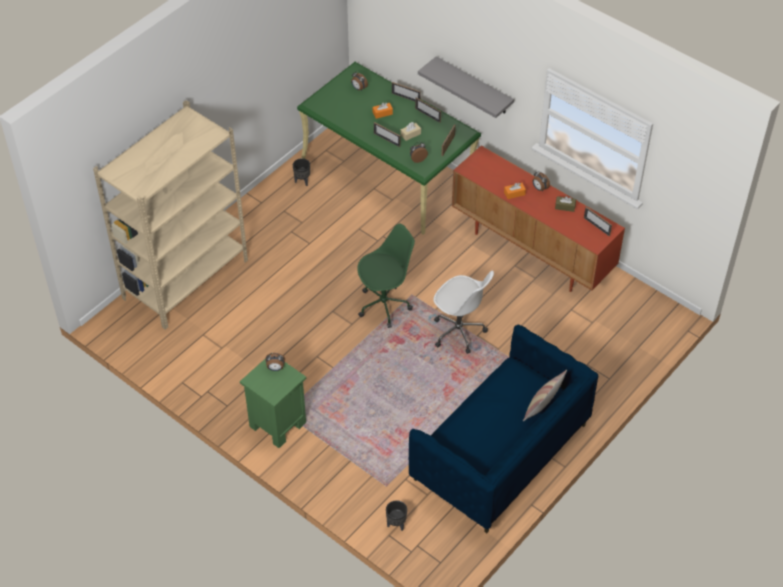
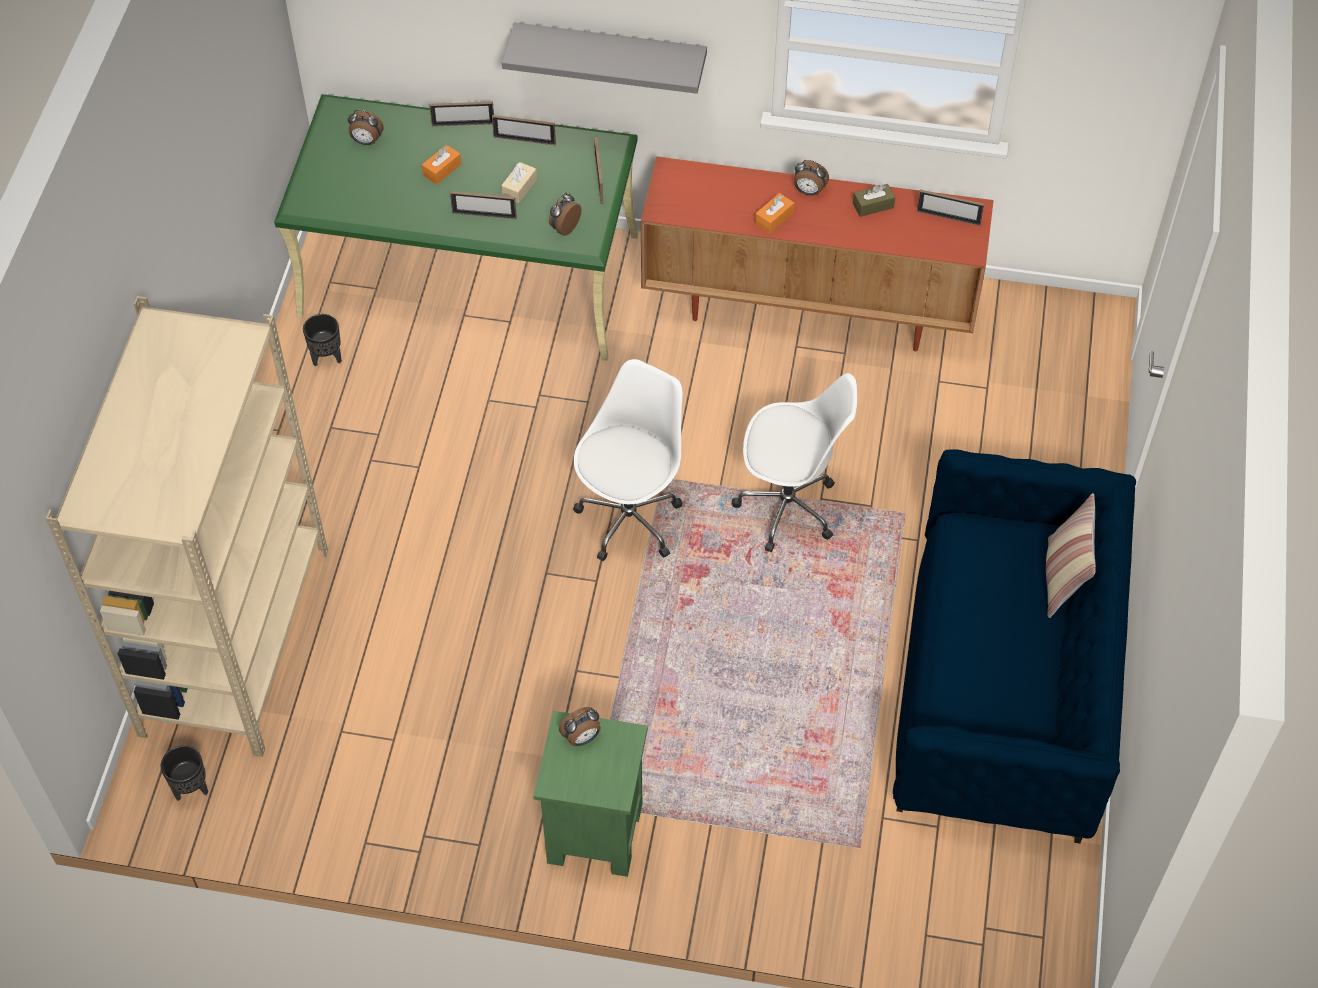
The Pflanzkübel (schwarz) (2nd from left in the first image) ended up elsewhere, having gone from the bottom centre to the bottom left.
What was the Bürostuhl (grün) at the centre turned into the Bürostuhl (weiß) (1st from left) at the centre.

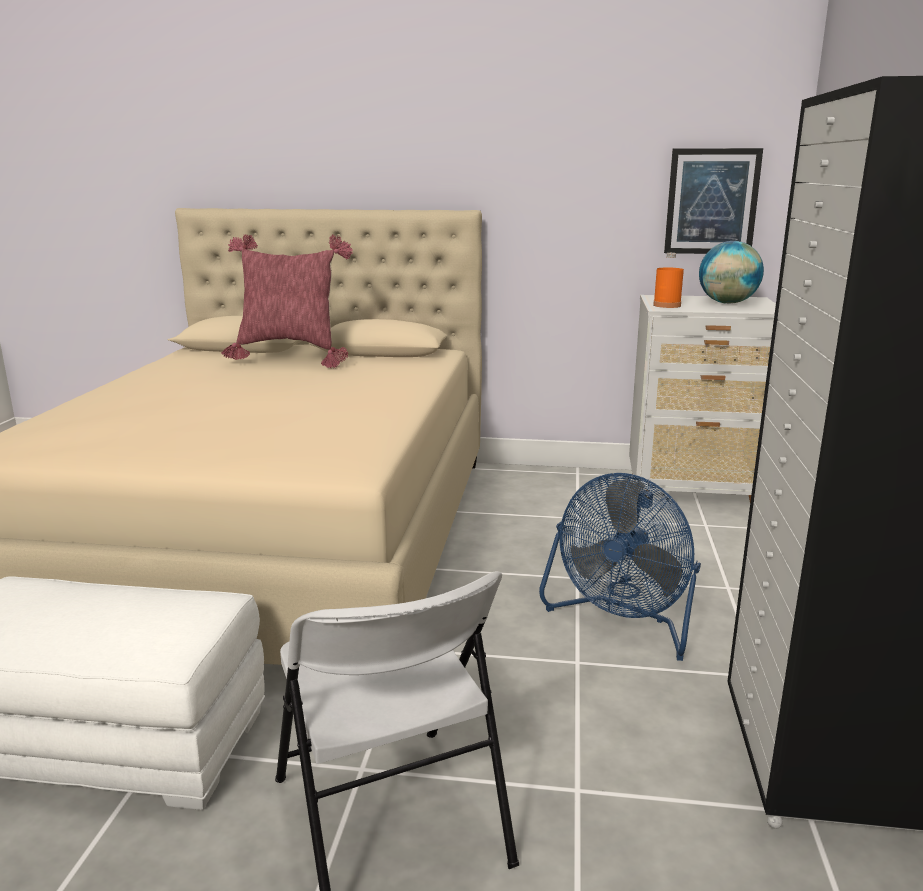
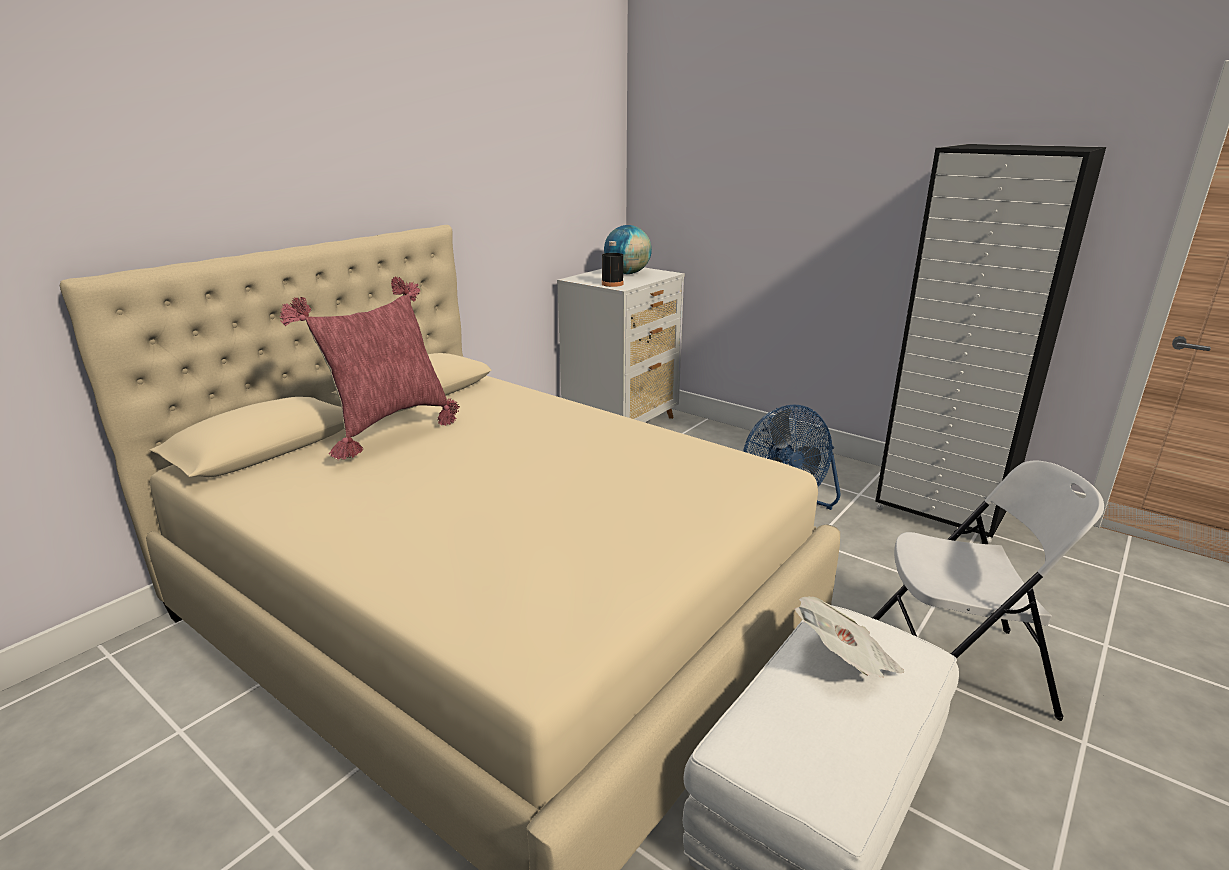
The second view lost the Bild at the top right.
The second view gained the Zeitung at the bottom right.
What was the Flasche (orange) at the top right turned into the Flasche (schwarz) at the top centre.

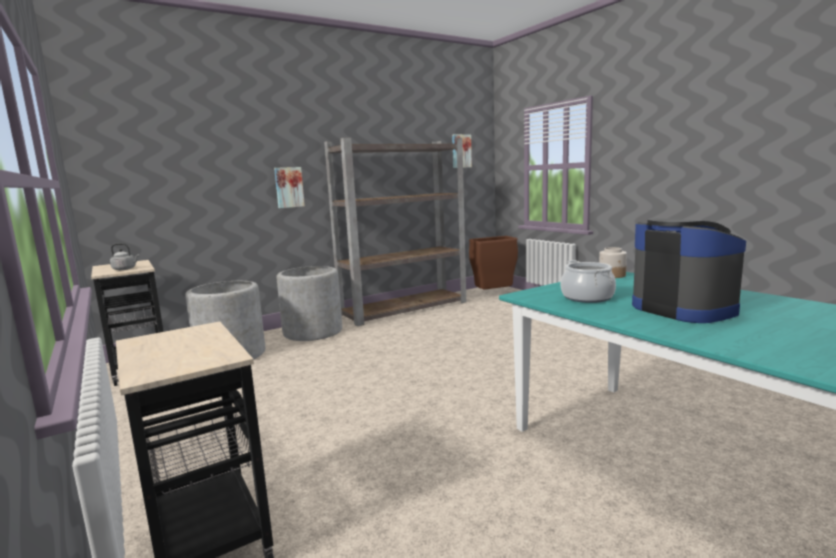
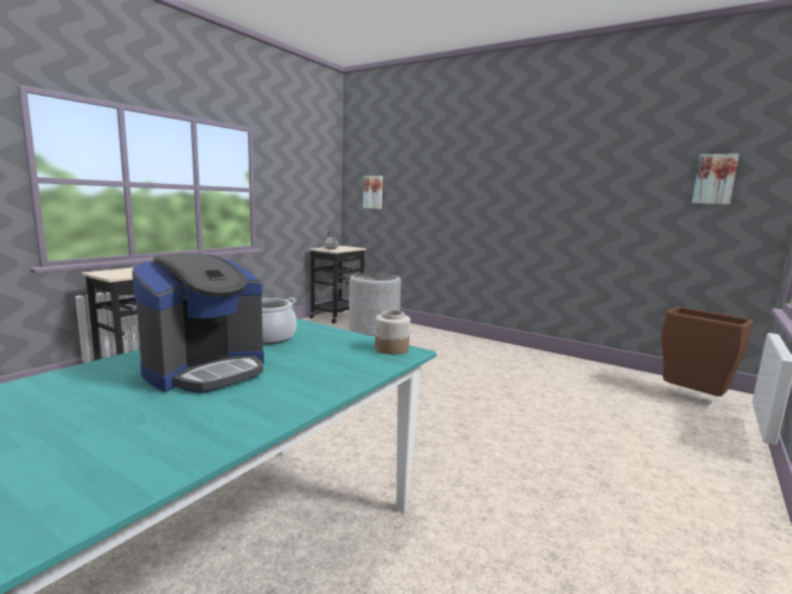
The second view lost the Pflanzkübel (grau) (2nd from left) at the centre.
The second view lost the Bücherregal (braun) at the centre.
The Bild (1st from left) ended up elsewhere, having gone from the centre to the top centre.

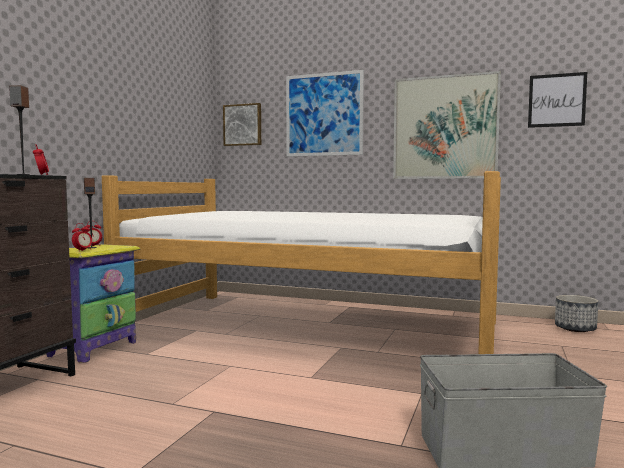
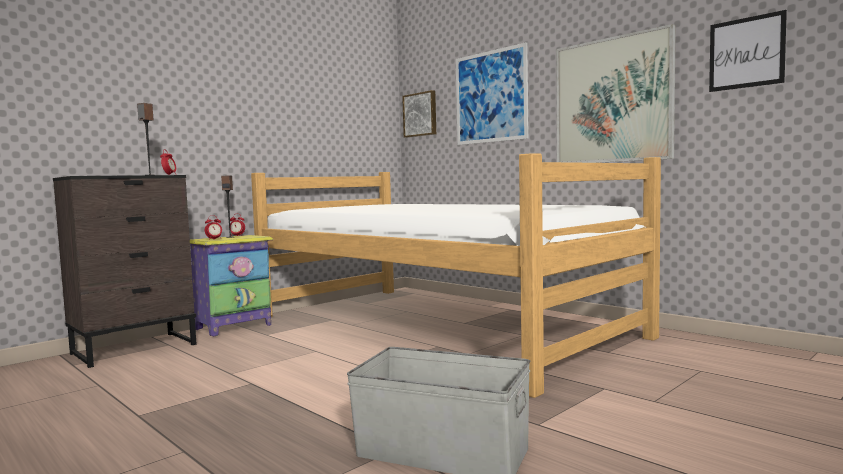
The second view lost the Pflanzkübel at the bottom right.

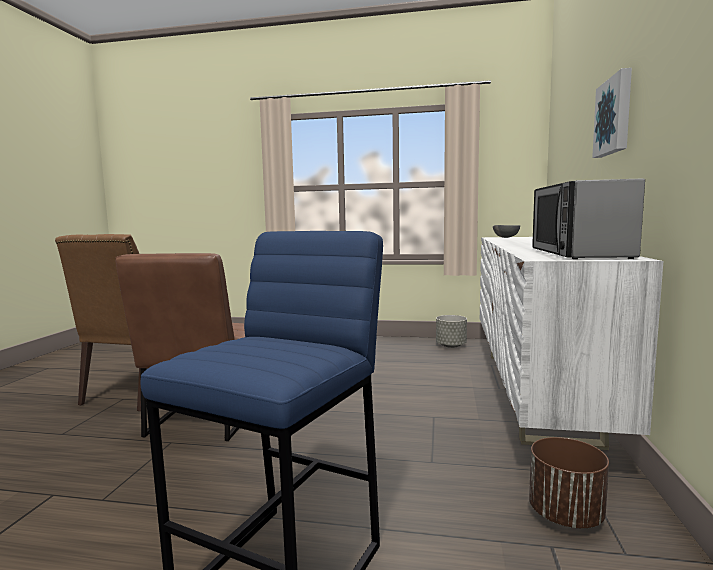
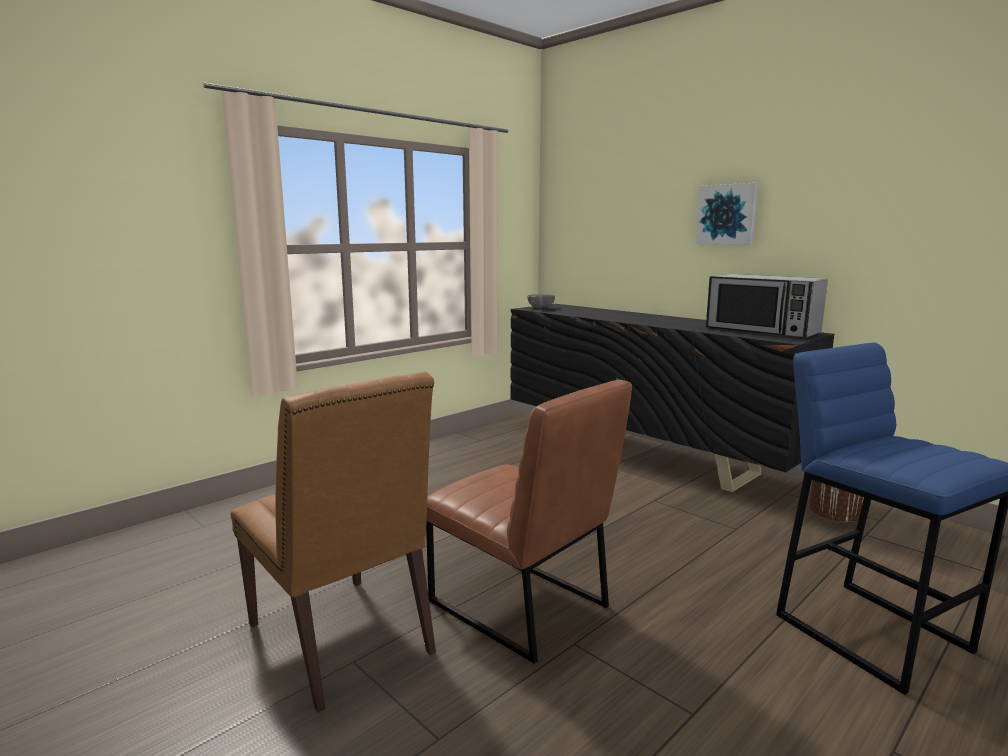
The second view lost the Pflanzkübel (grau) at the centre.
What was the Schrank (weiß) at the middle right turned into the Schrank (schwarz) at the middle right.

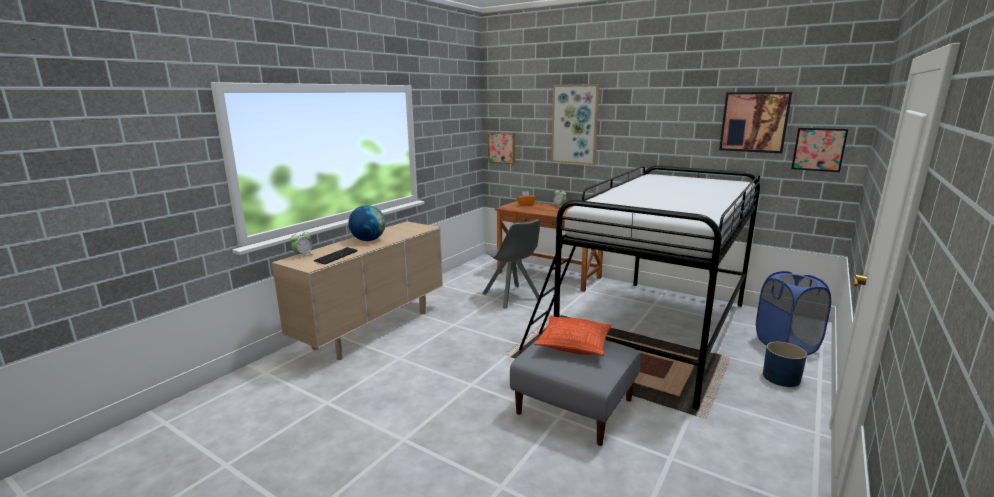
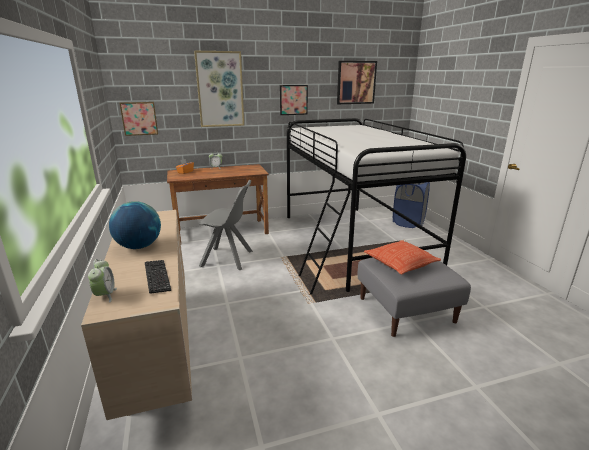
The second view lost the Pflanzkübel (blau) at the bottom right.
The Bild (4th from left in the first image) ended up elsewhere, having gone from the top right to the top centre.

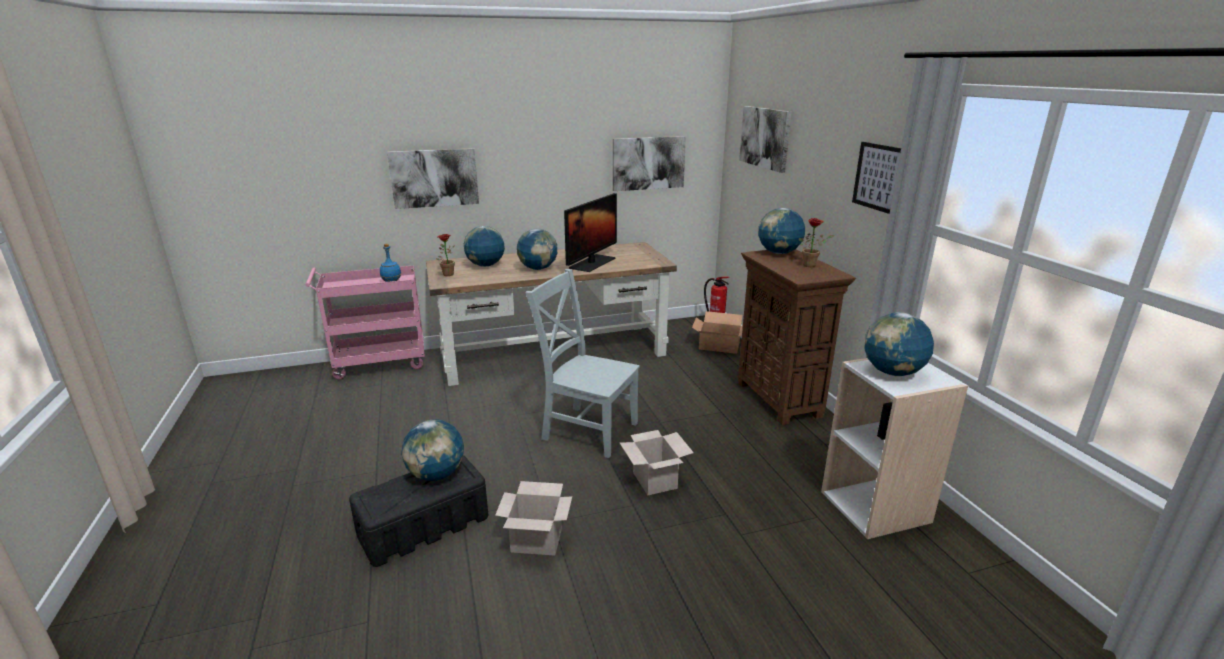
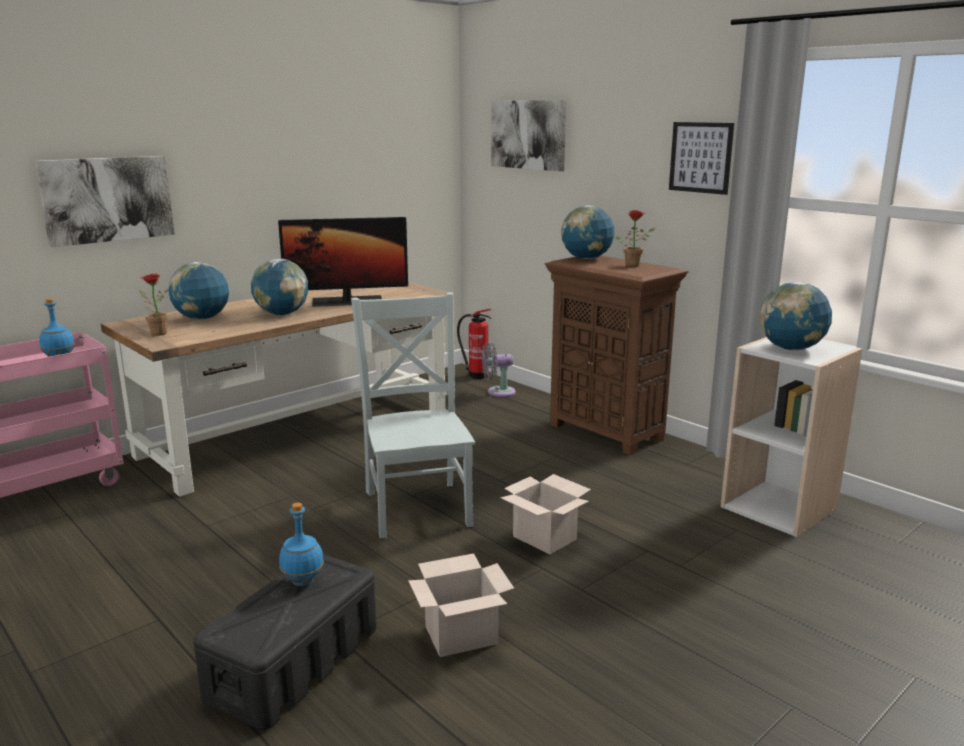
The second view lost the Bild (2nd from left) at the top centre.
Where the Globus (1st from left) stood at the bottom centre, the Flasche (blau) (2nd from left) came to stand at the bottom left.
Where the Karton (3rd from left) stood at the centre, the Ventilator (grau) came to stand at the centre.
The Stuhl (grau) at the centre ended up facing another way, 75 degrees clockwise from before.
The Monitor at the centre ended up facing another way, 75 degrees clockwise from before.

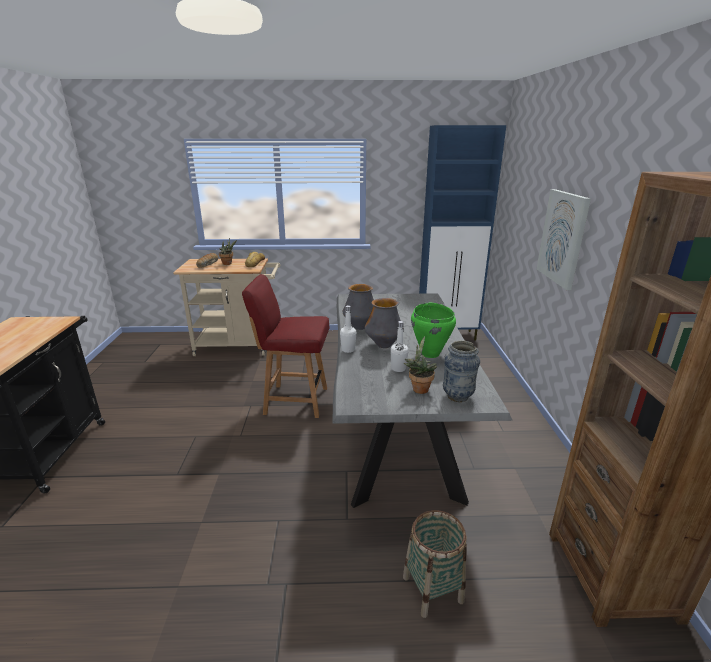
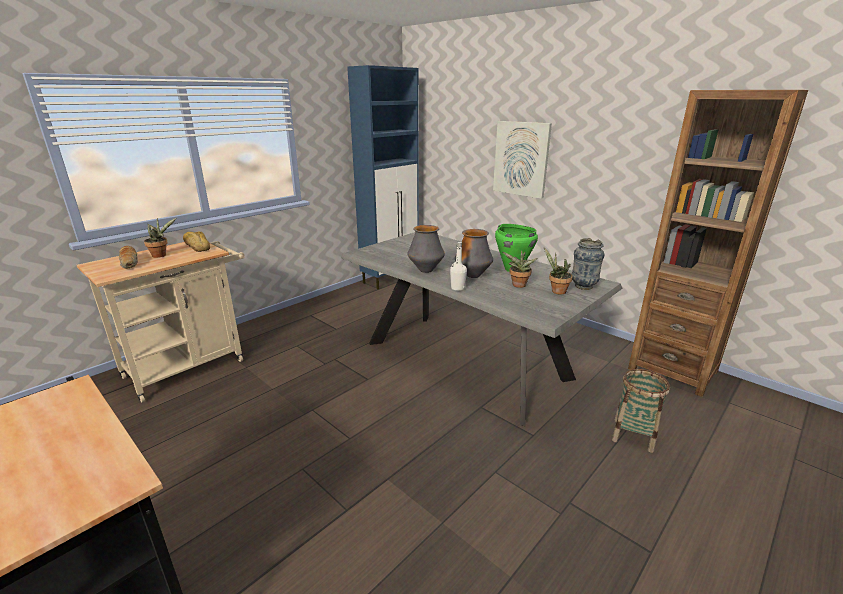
The second view lost the Stuhl (rot) at the centre.
Where the Flasche (weiß) (2nd from left) stood at the centre, the Topfpflanze (2nd from left) came to stand at the centre.

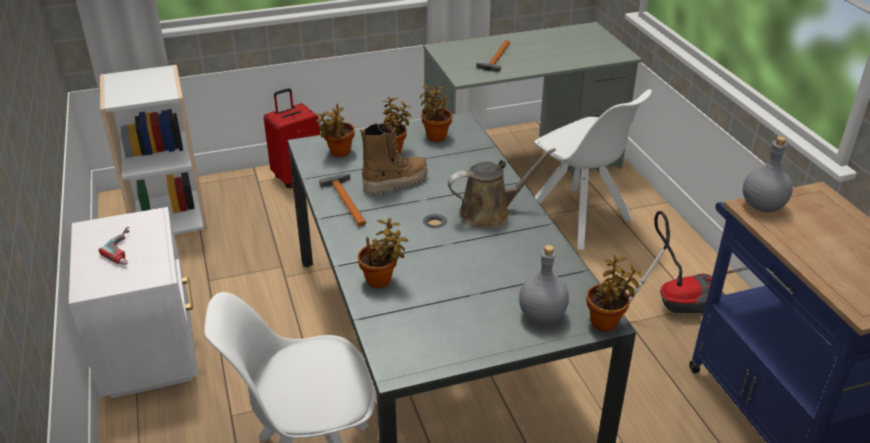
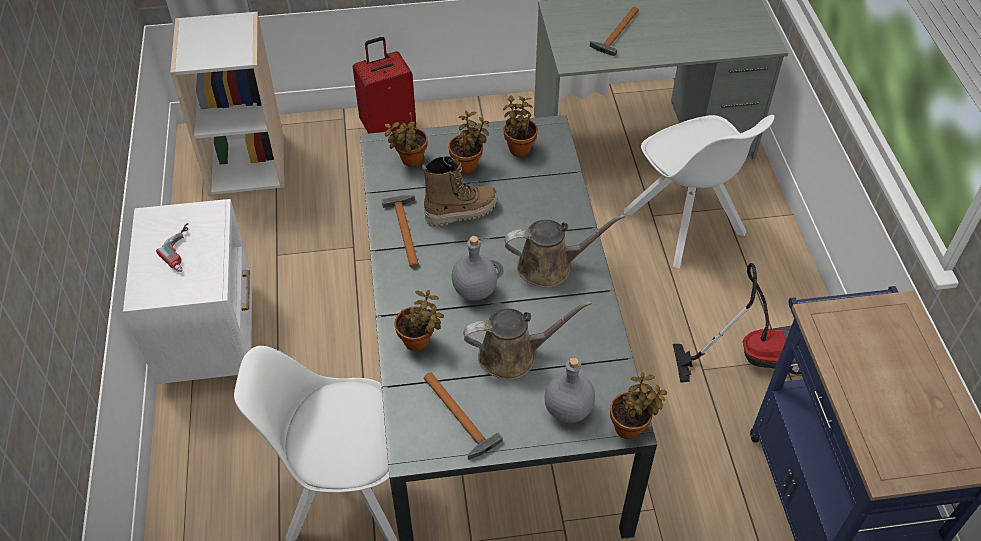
The second view gained the Hammer (2nd from left) at the bottom centre.
The second view gained the Gießkanne (braun) (1st from left) at the centre.
The Flasche (grau) (2nd from left in the first image) ended up elsewhere, having gone from the middle right to the centre.

